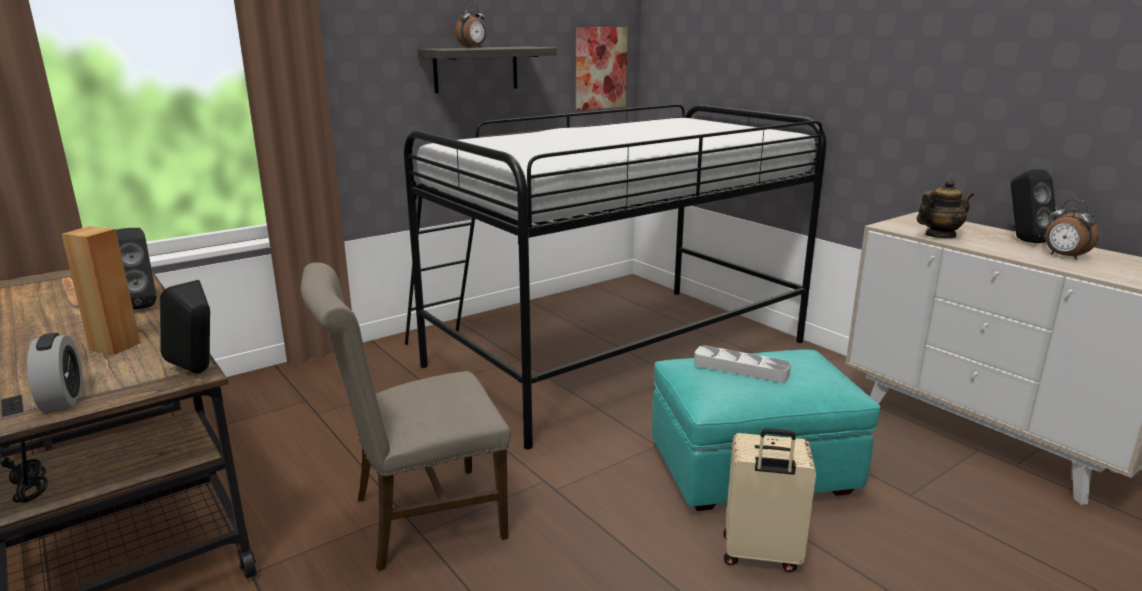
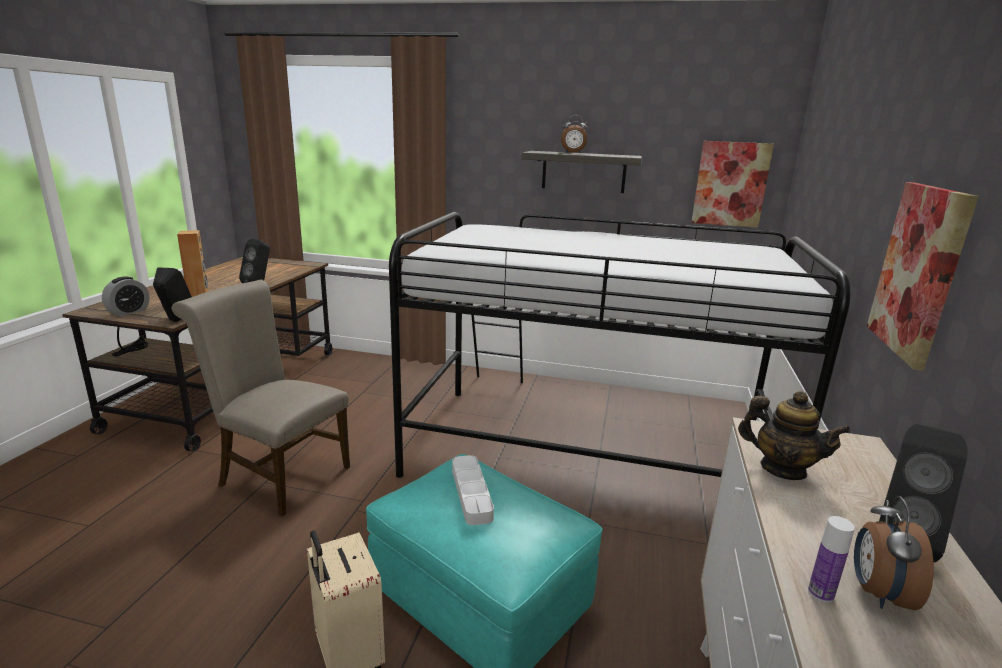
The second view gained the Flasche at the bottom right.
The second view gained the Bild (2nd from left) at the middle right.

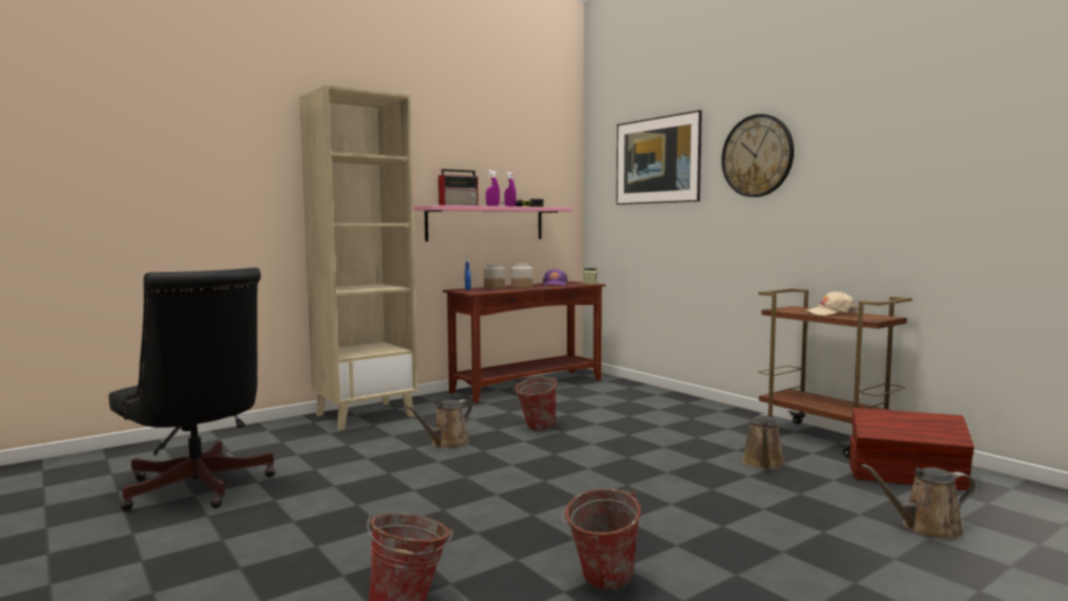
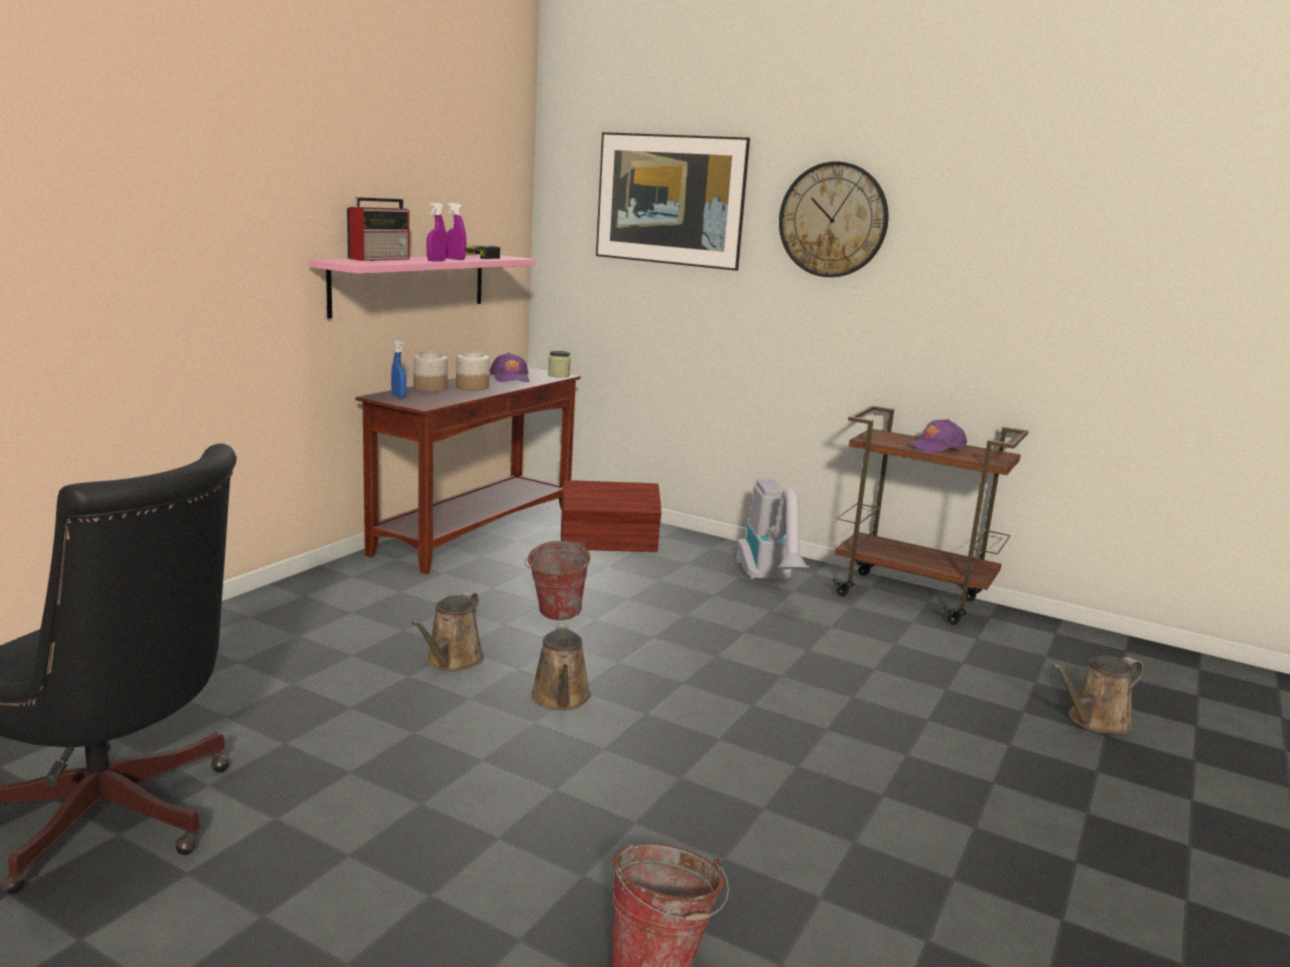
The second view lost the Bücherregal (beige) at the centre.
The second view lost the Eimer (3rd from left) at the bottom centre.
The second view gained the Staubsauger at the centre.
The Gießkanne (braun) (2nd from left) ended up elsewhere, having gone from the bottom right to the bottom centre.
The Aufbewahrungsbox (braun) ended up elsewhere, having gone from the bottom right to the centre.
What was the Kappe (beige) at the middle right turned into the Kappe (lila) (2nd from left) at the middle right.

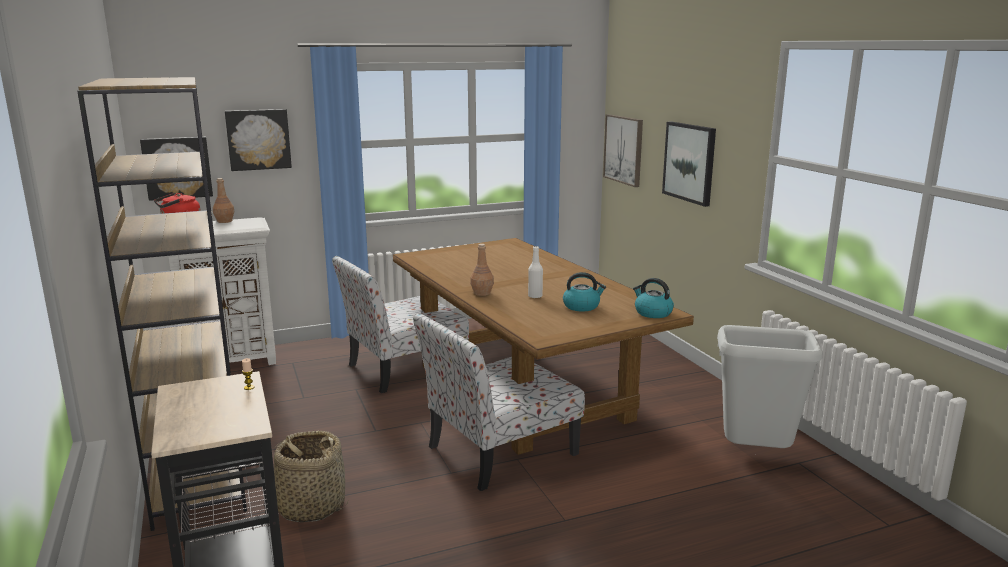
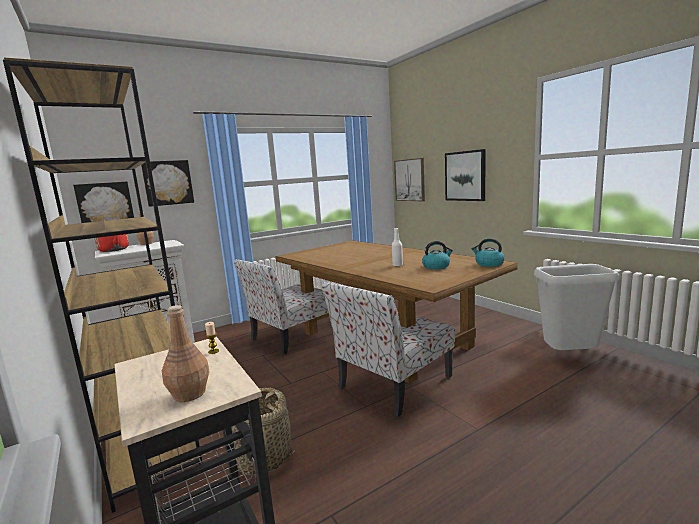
The Flasche (braun) (2nd from left) ended up elsewhere, having gone from the centre to the bottom left.

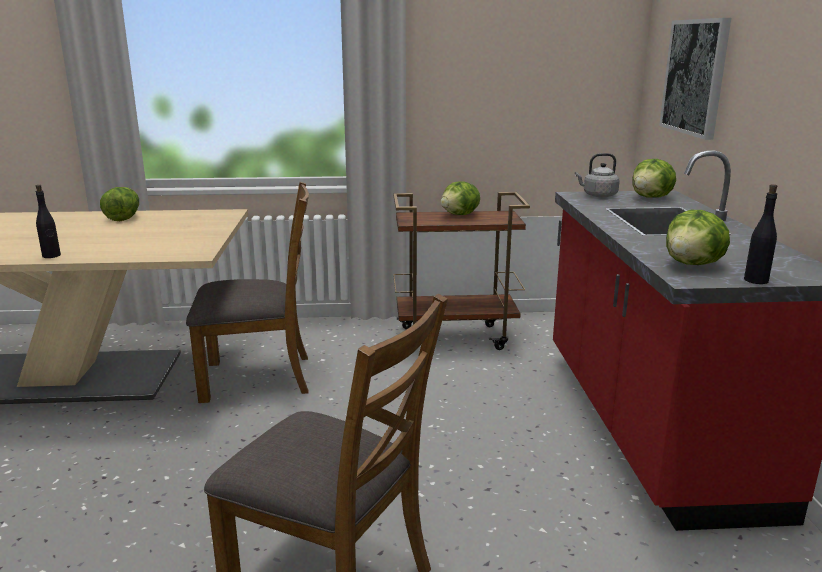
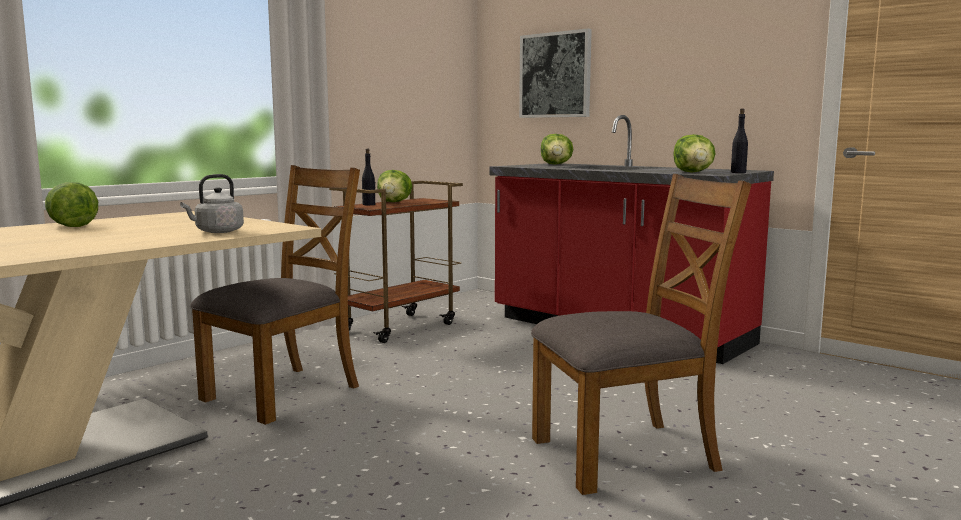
The Flasche (schwarz) (1st from left) ended up elsewhere, having gone from the middle left to the centre.
The Wasserkessel (grau) ended up elsewhere, having gone from the top right to the middle left.

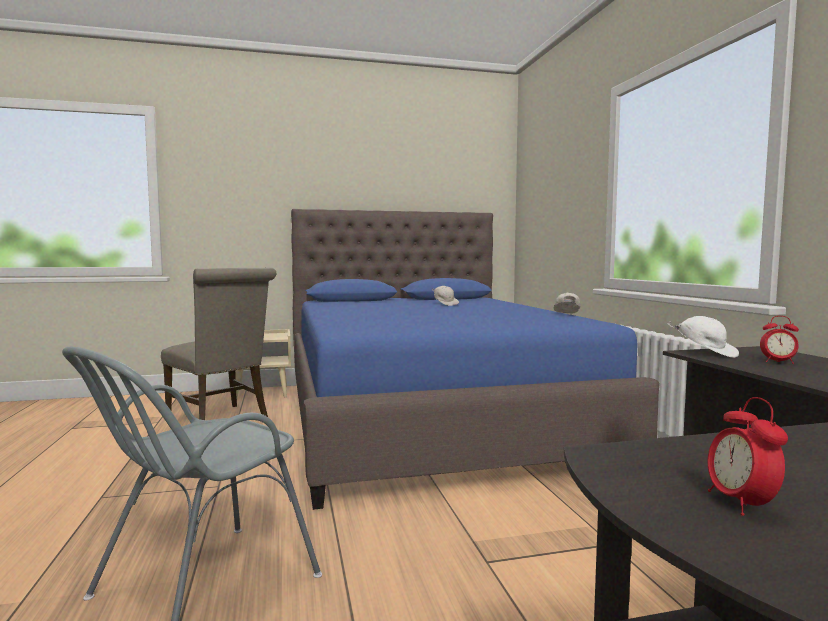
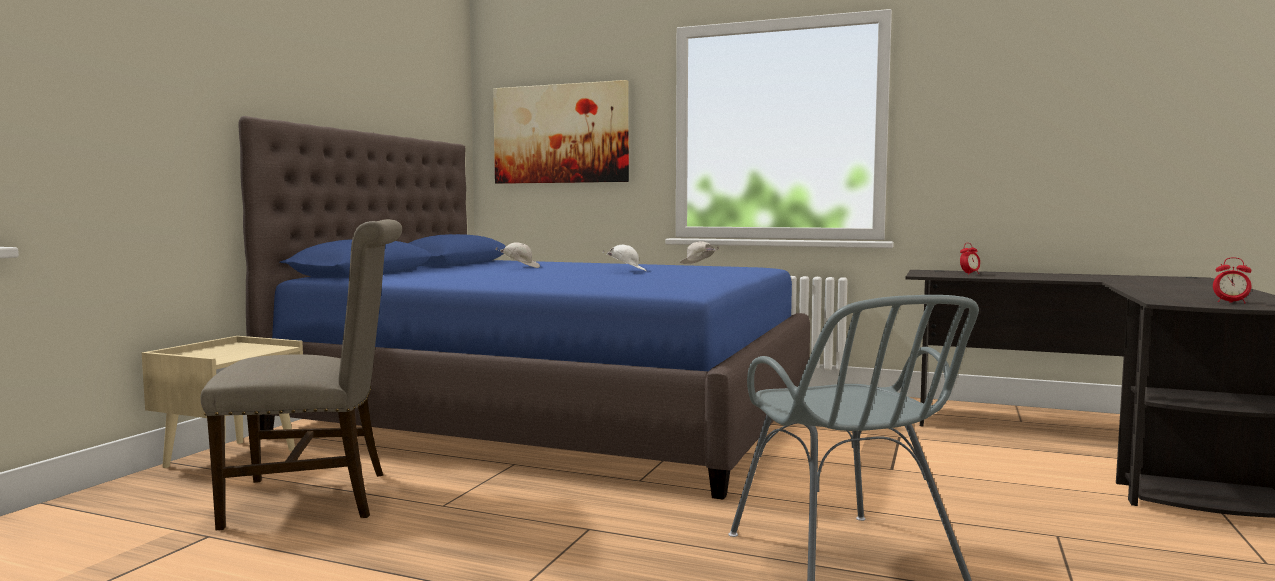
The second view gained the Bild at the top centre.
The Kappe (weiß) (3rd from left in the first image) ended up elsewhere, having gone from the middle right to the centre.

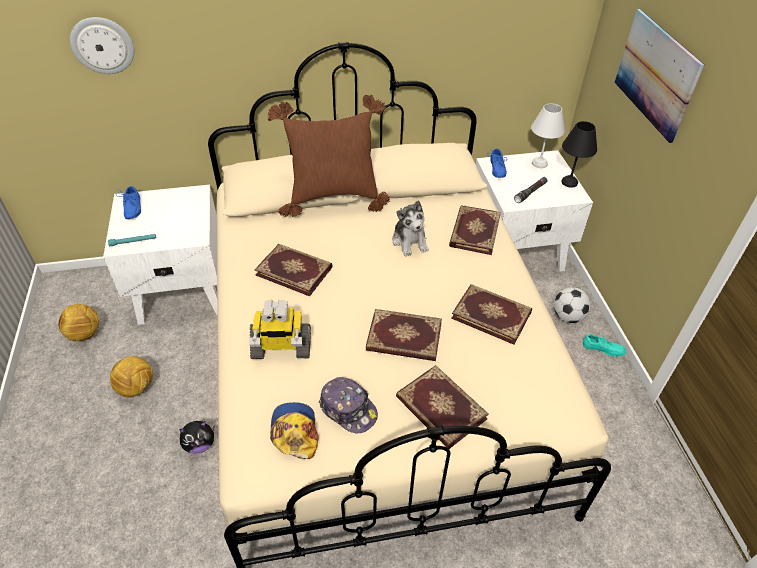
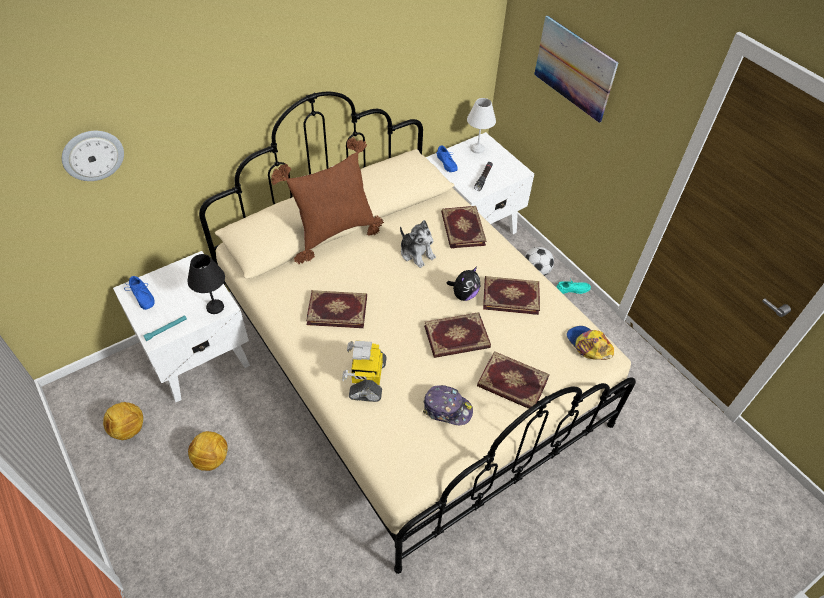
The Plüschtier (1st from left in the first image) ended up elsewhere, having gone from the bottom left to the centre.
The Kappe (1st from left in the first image) ended up elsewhere, having gone from the bottom centre to the middle right.
The Tischlampe (schwarz) ended up elsewhere, having gone from the top right to the middle left.
The Spielzeugroboter at the centre ended up facing another way, 120 degrees clockwise from before.

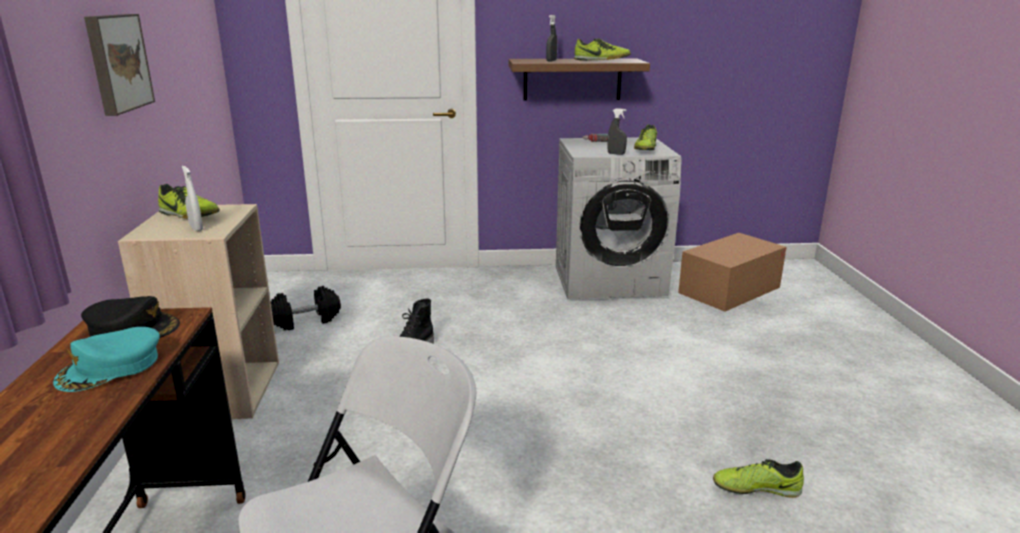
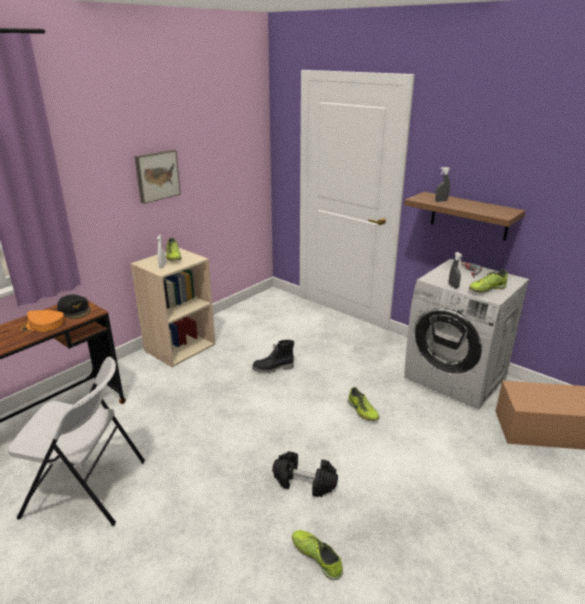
The Hantel (schwarz) ended up elsewhere, having gone from the middle left to the bottom centre.
The Schuh (2nd from left in the first image) ended up elsewhere, having gone from the top centre to the bottom centre.
What was the Kappe (türkis) at the bottom left turned into the Kappe (orange) at the middle left.

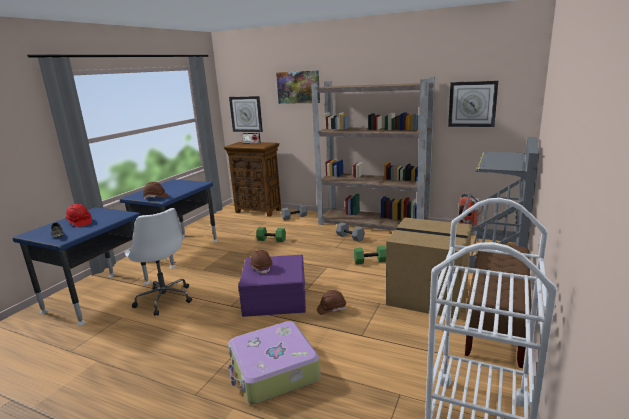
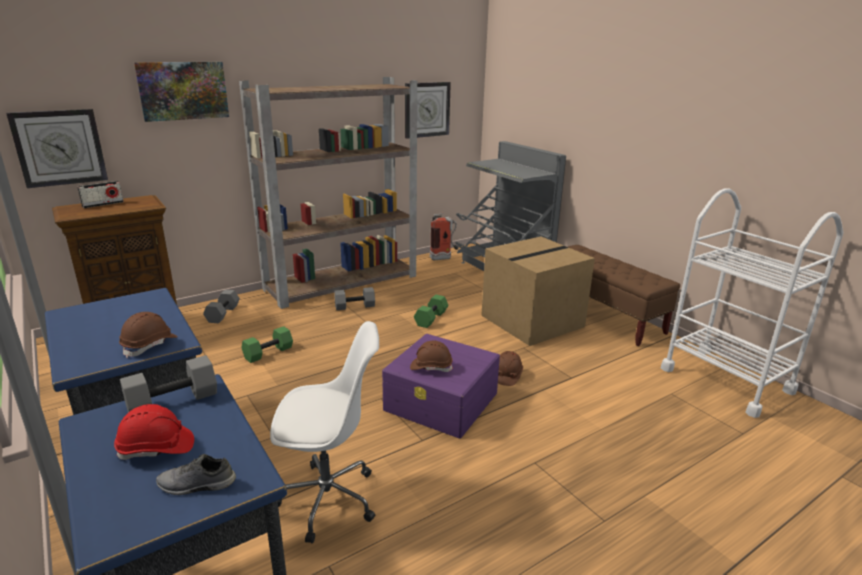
The second view lost the Koffer at the bottom centre.
The second view gained the Hantel (grau) (1st from left) at the bottom left.

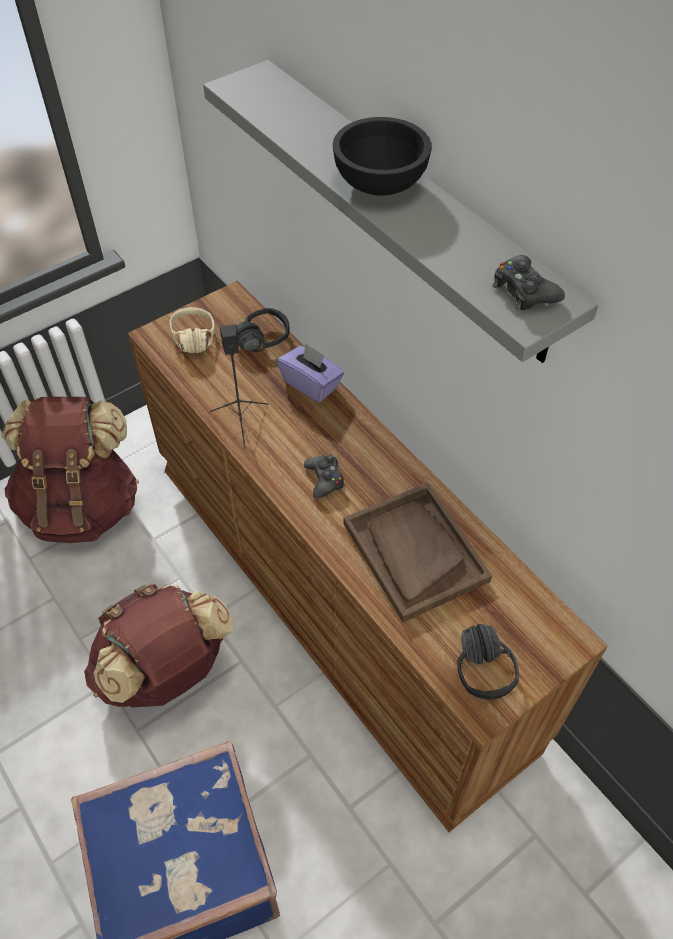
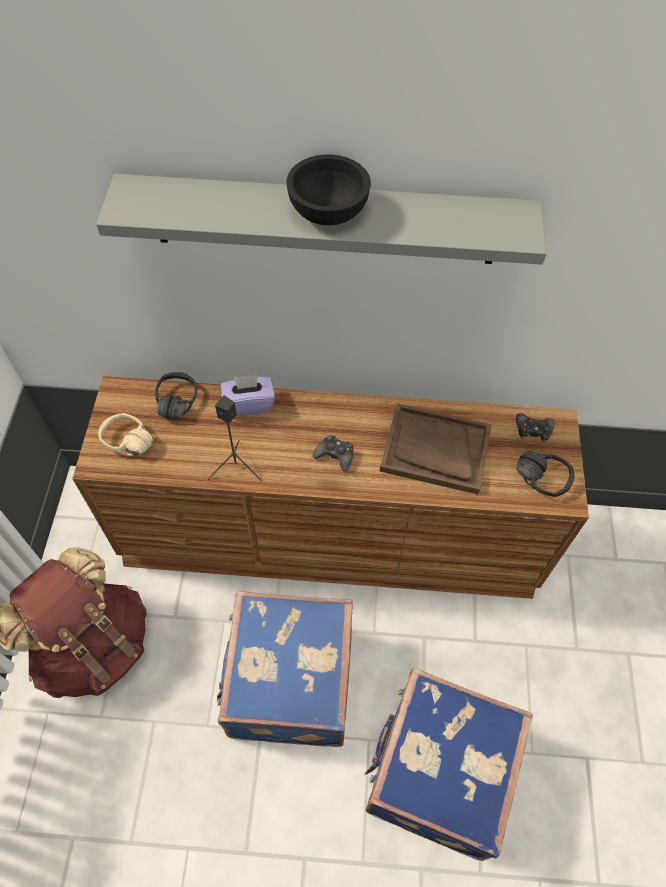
The Gamepad (schwarz) (2nd from left) ended up elsewhere, having gone from the top right to the middle right.
Where the Rucksack (braun) (2nd from left) stood at the bottom left, the Koffer (blau) (1st from left) came to stand at the bottom centre.

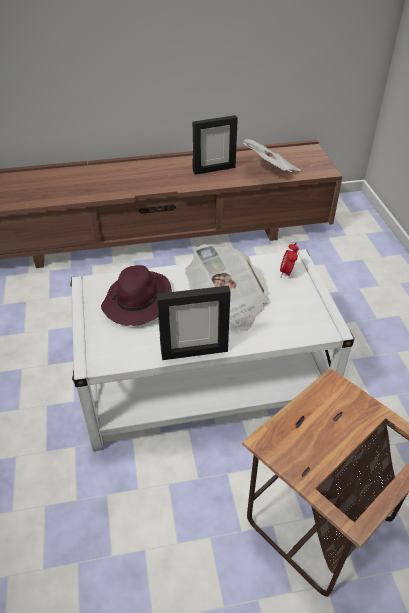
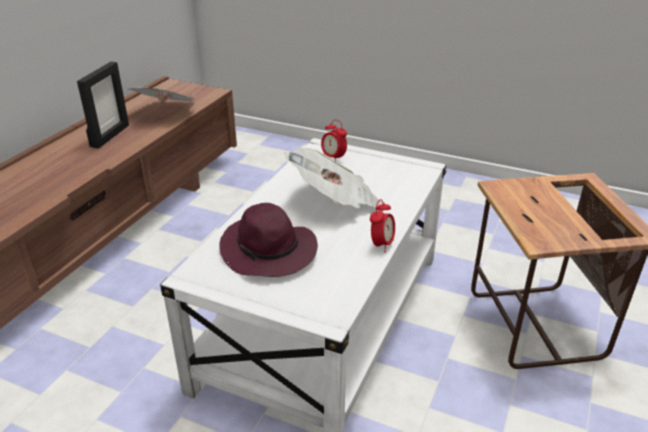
Where the Bilderrahmen (1st from left) stood at the centre, the Wecker (2nd from left) came to stand at the centre.

